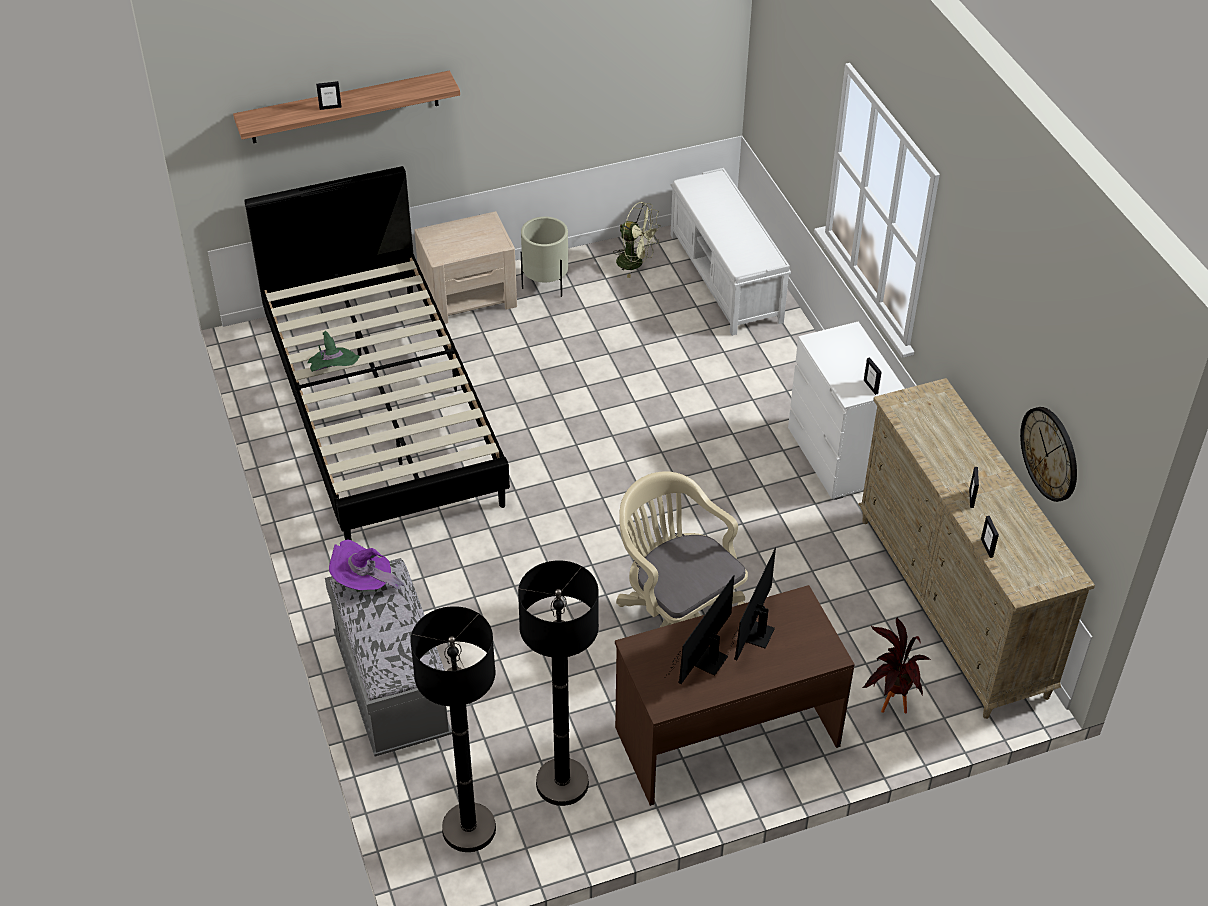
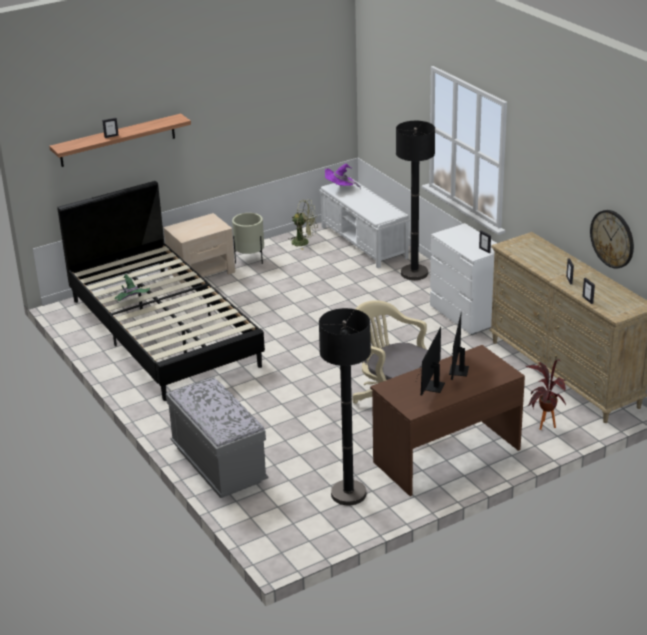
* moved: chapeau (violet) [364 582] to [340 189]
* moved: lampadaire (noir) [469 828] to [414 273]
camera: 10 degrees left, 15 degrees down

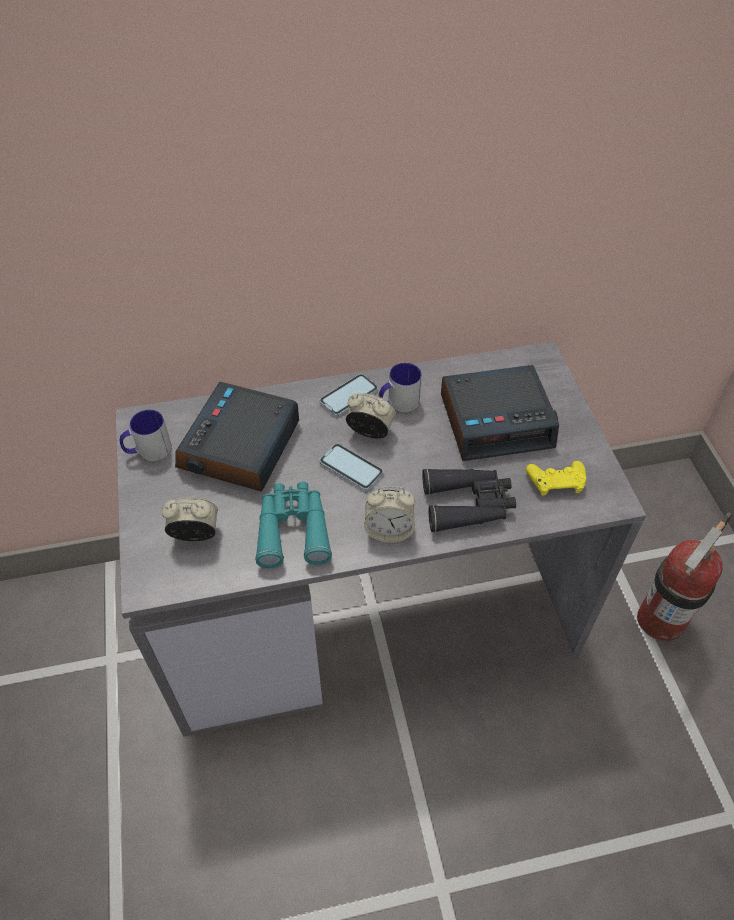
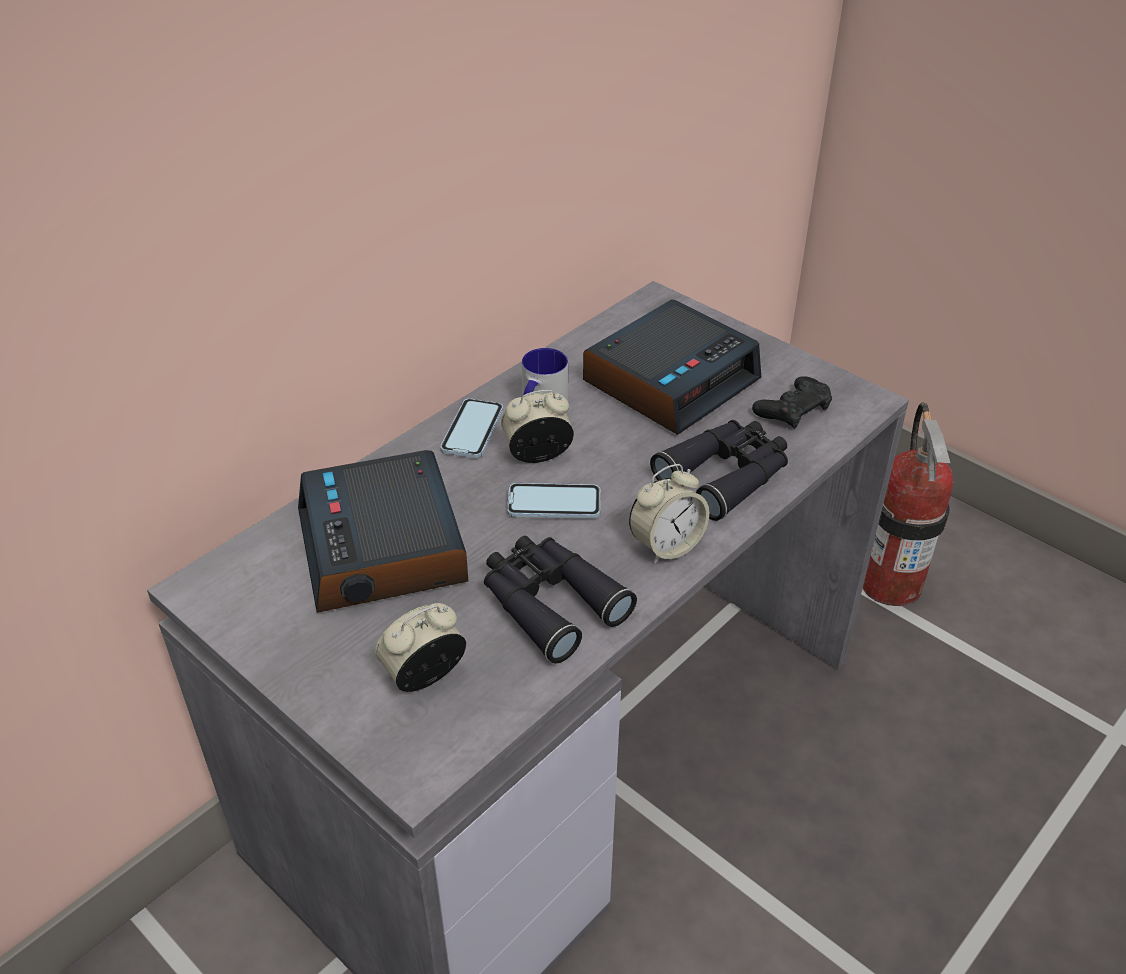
* removed: mug [148 450]
* recoloured: manette (jaune) [556 481] to manette (noir) [793 410]
* recoloured: jumelles (turquoise) [293 529] to jumelles (noir) [549 603]
camera: 35 degrees left, 10 degrees down

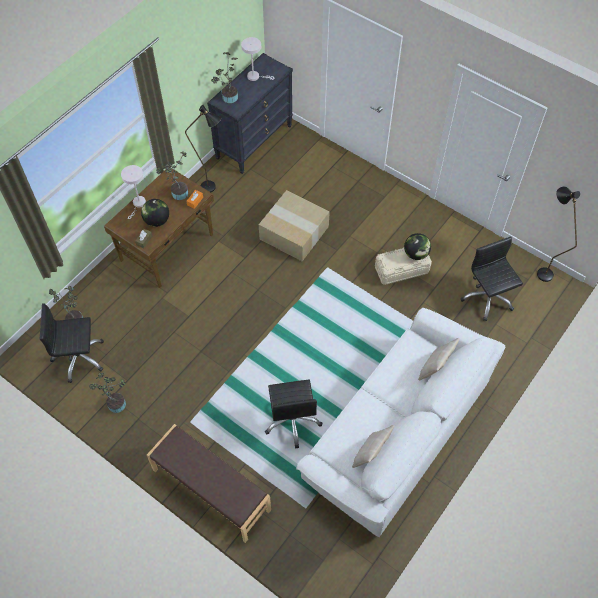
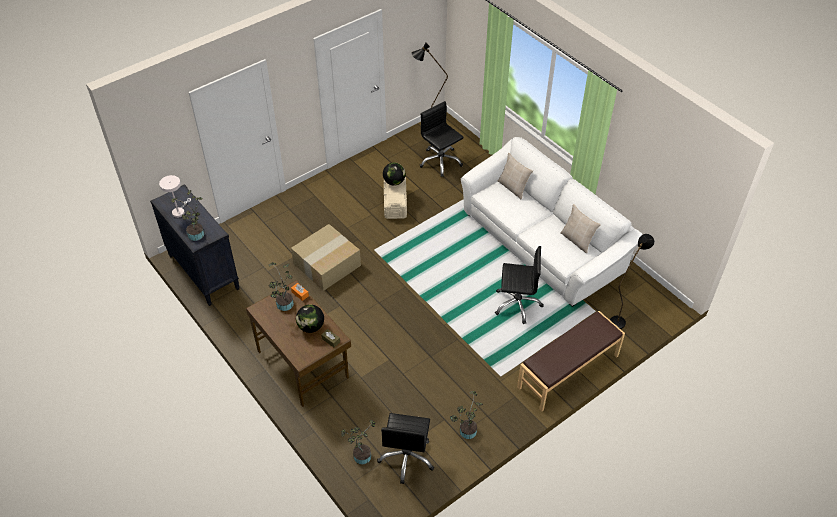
* moved: lampadaire (noir) [213 188] to [620 318]
* removed: lampe de table (blanc) [138 204]
* turned: chaise de bureau (noir) [487 298] = [440 161] 60 degrees clockwise
camera: 75 degrees left, 10 degrees down

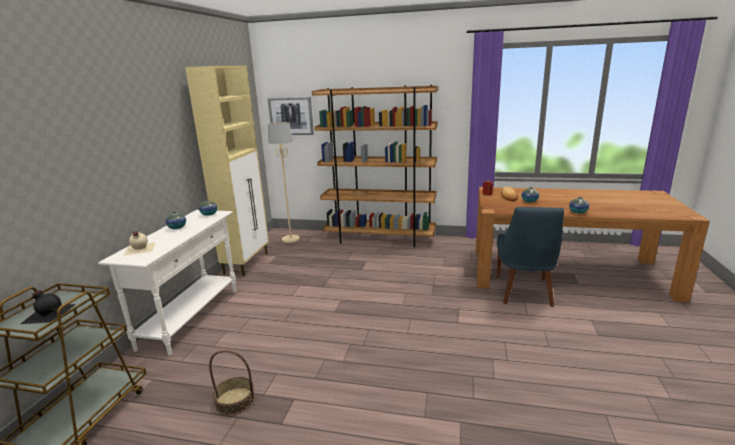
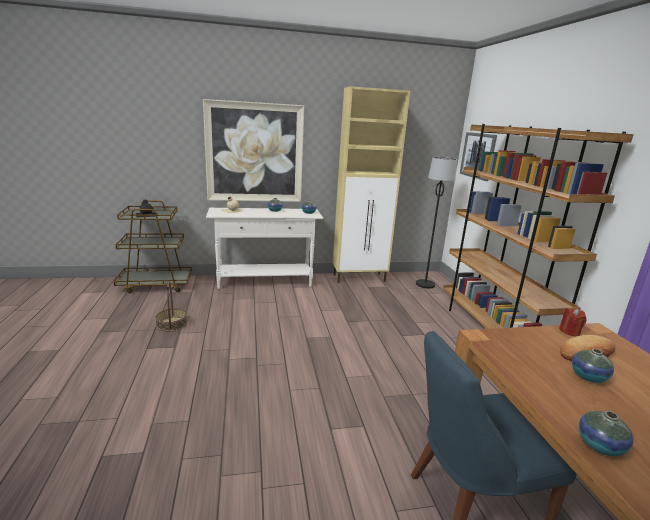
* recoloured: lampadaire (beige) [291 239] to lampadaire (noir) [425 284]
* added: tableau [254 153]
camera: 65 degrees right, 0 degrees up

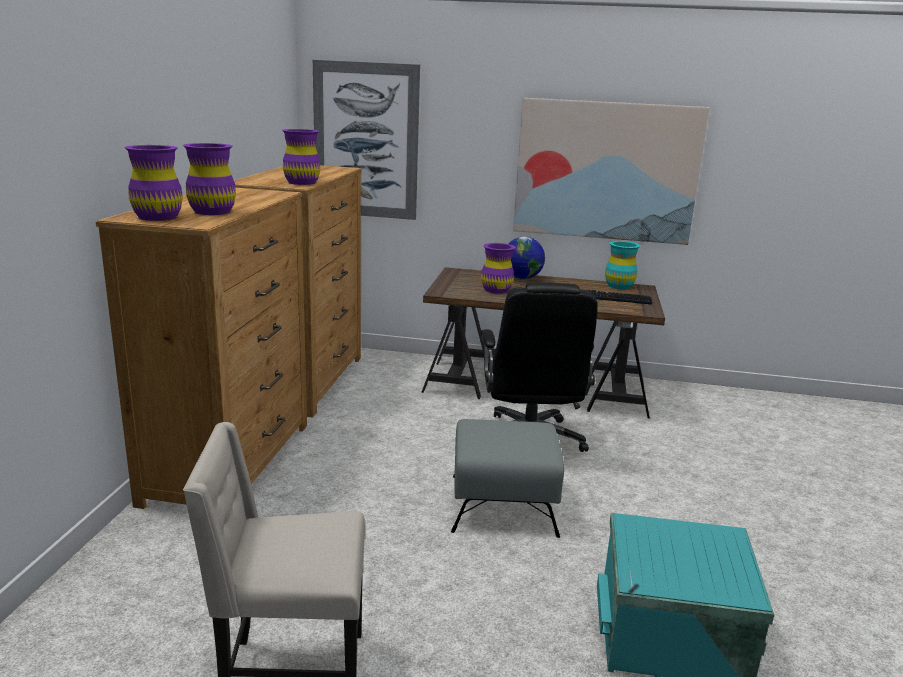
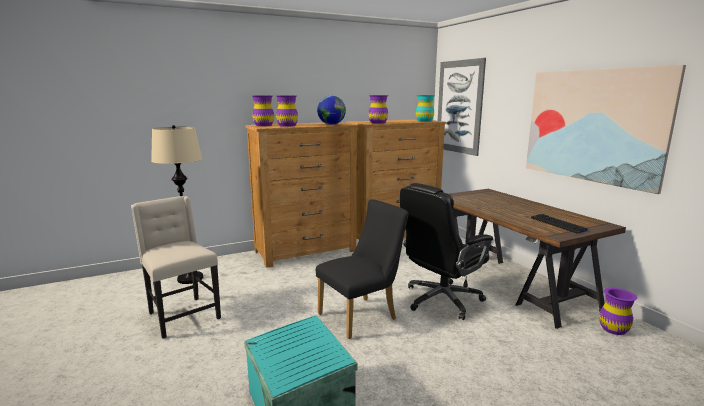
* moved: globe [522 278] to [331 124]
* moved: vase (turquoise) [619 286] to [424 121]
* moved: vase (violet) [496 290] to [613 329]
* replaced: pouf (gris) [504 505] to chaise (noir) [362 315]
* added: lampadaire (beige) [190 278]
camera: 55 degrees right, 5 degrees down

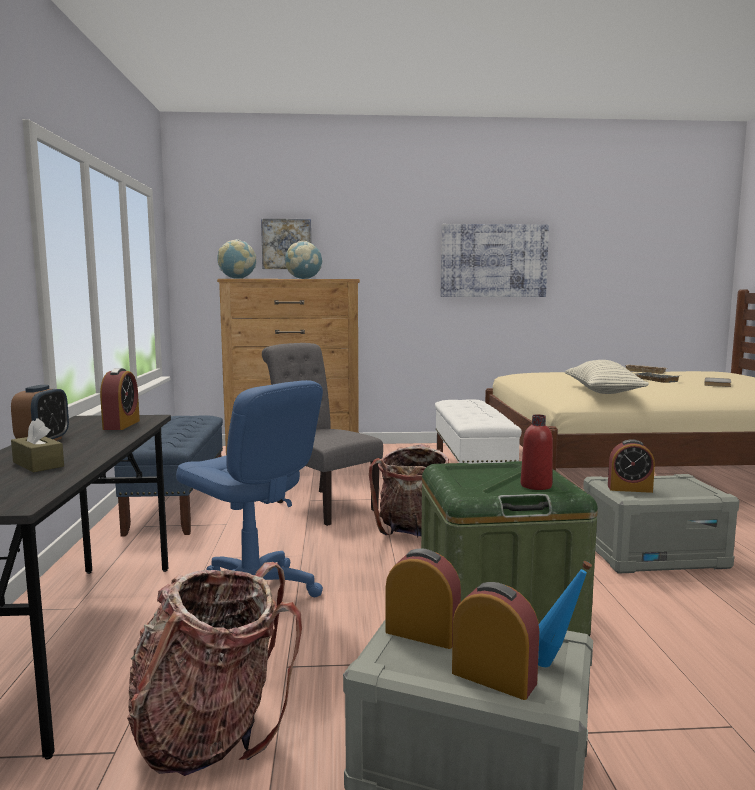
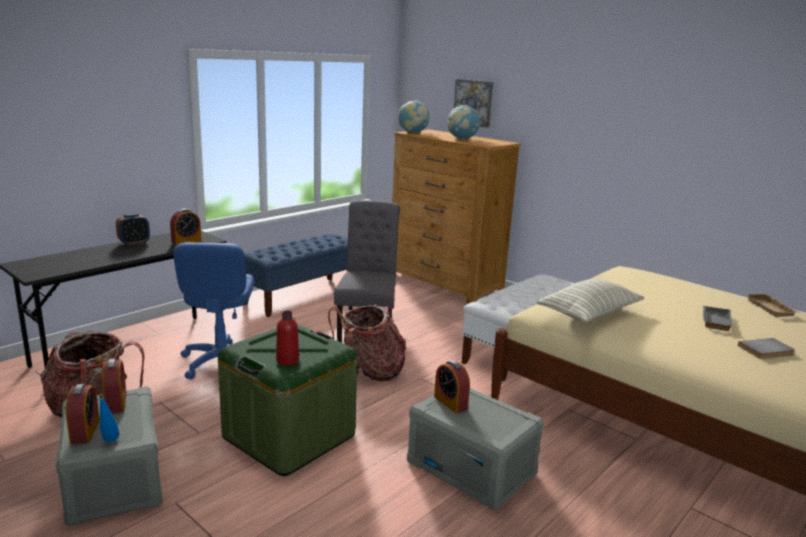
* removed: tableau [493 261]
* removed: boîte à mouchoirs (marron) [38 464]
camera: 45 degrees right, 10 degrees up

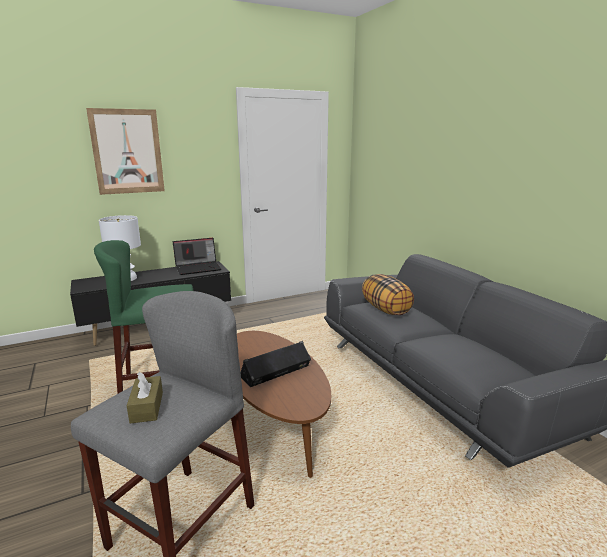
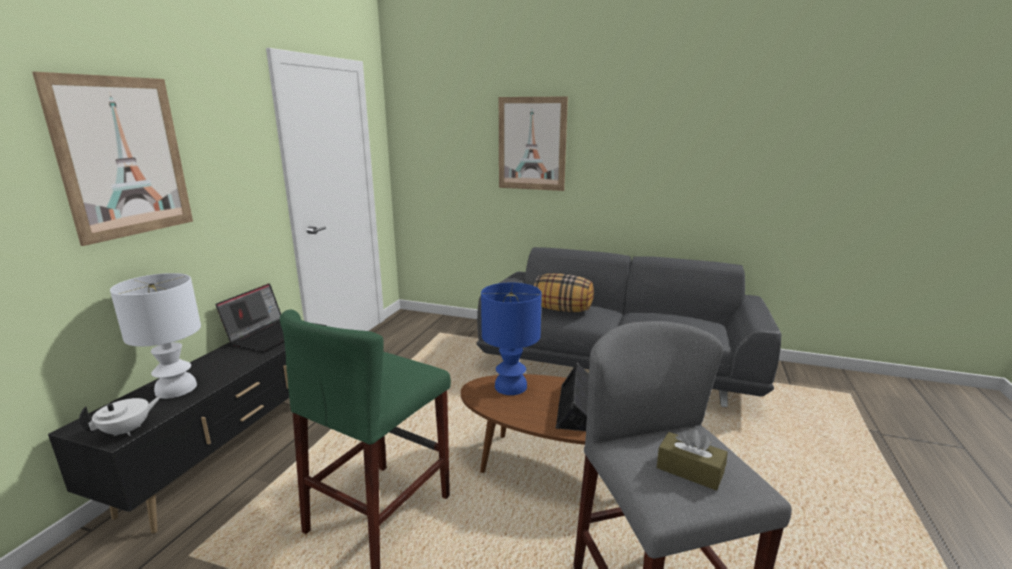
* added: tableau [532 144]
* added: lampe de table (bleu) [510 386]
* added: théière (blanc) [127 431]
camera: 45 degrees left, 0 degrees up

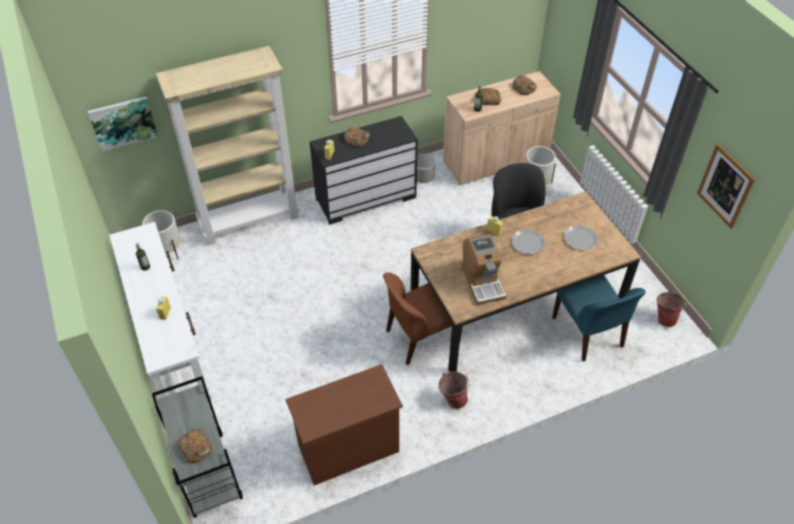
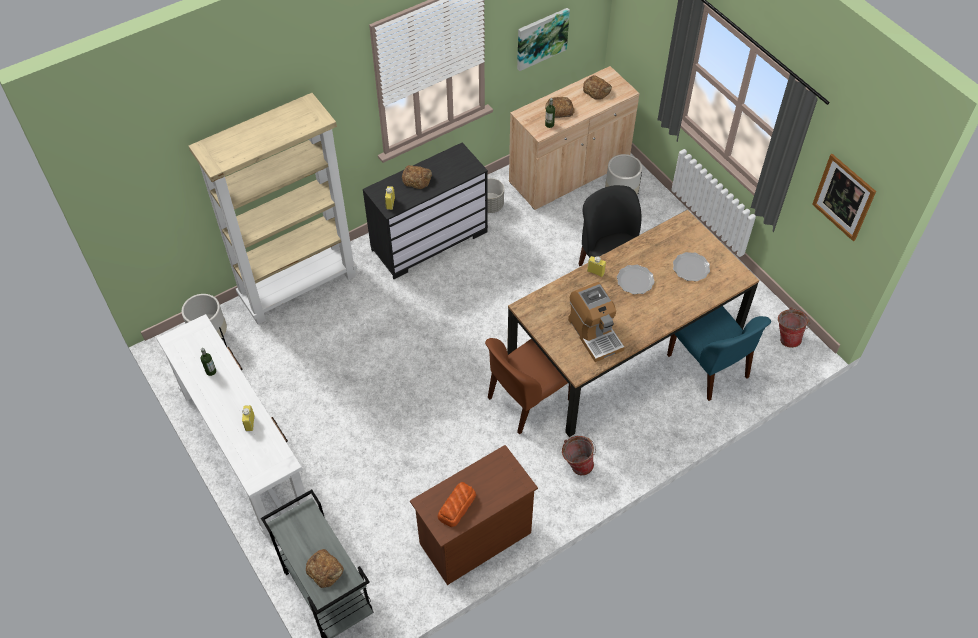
* moved: tableau [123 122] to [541 38]
* added: pain [456 506]
camera: 10 degrees left, 5 degrees up

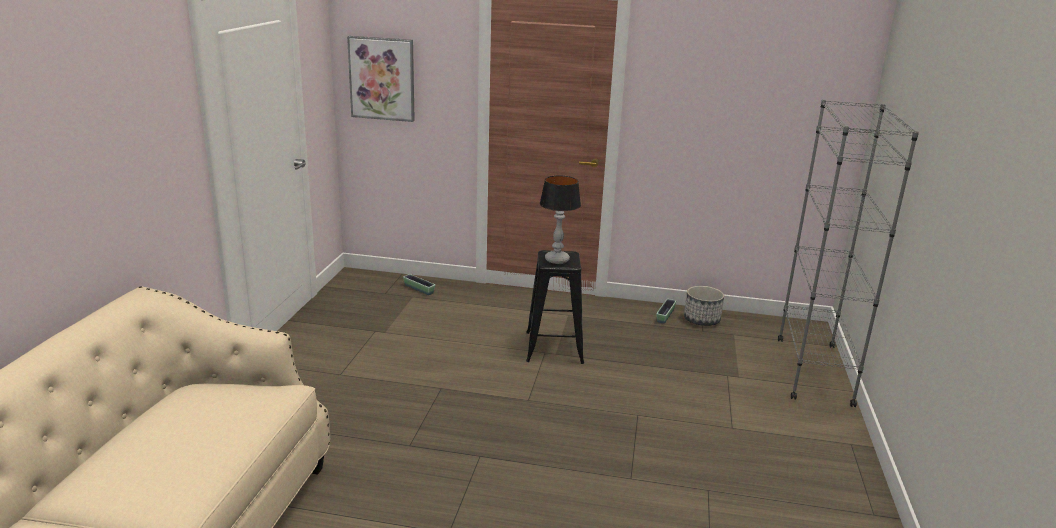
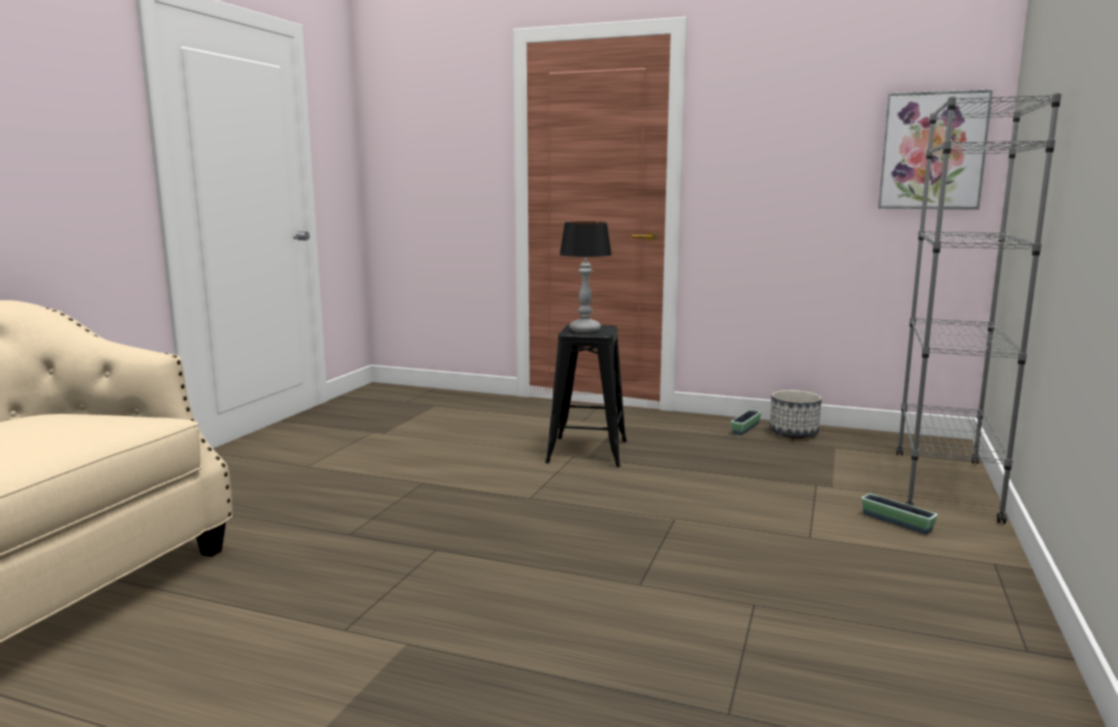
* moved: tableau [382 78] to [932 151]
* moved: cache-pot [419 289] to [896 522]
camera: 10 degrees right, 10 degrees down

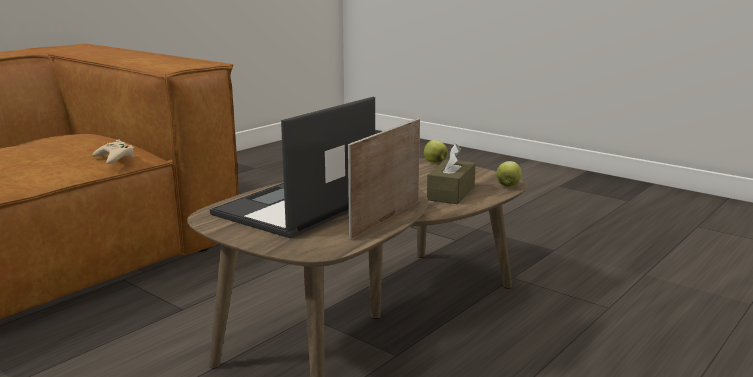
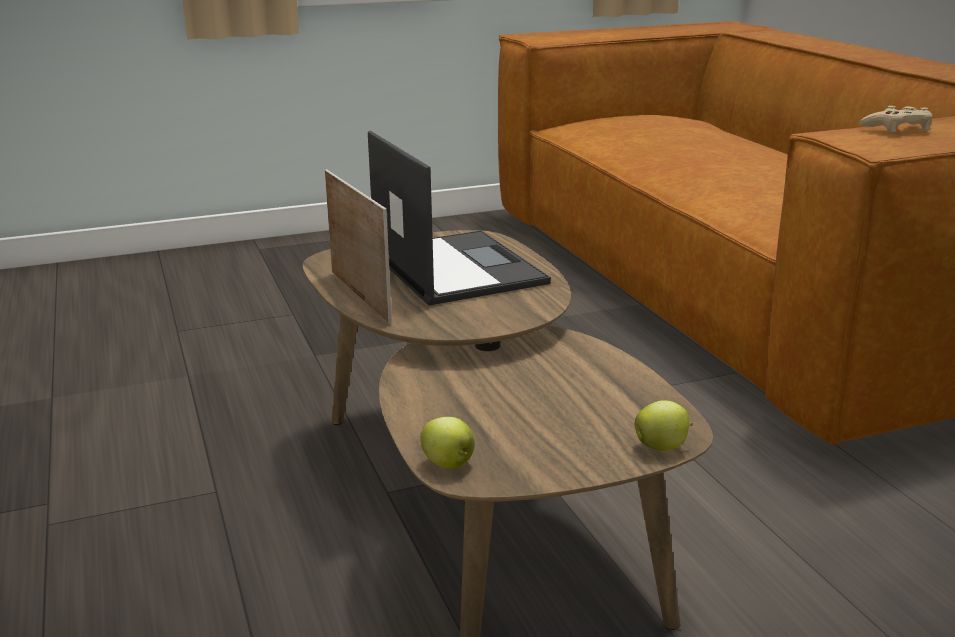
* moved: manette (beige) [115 157] to [898 128]
* removed: boîte à mouchoirs (marron) [451 193]
camera: 120 degrees right, 5 degrees up

